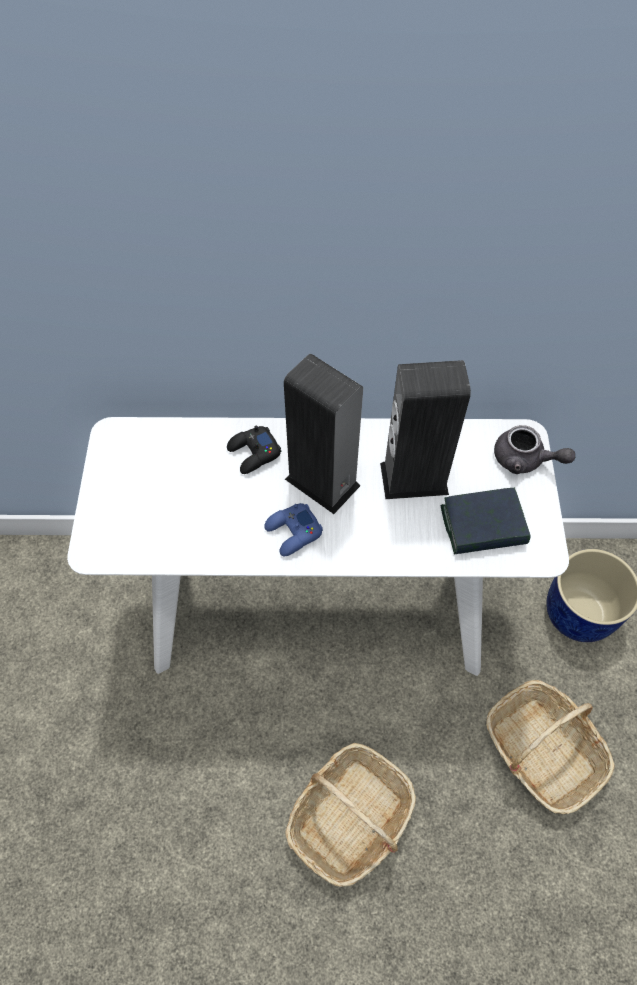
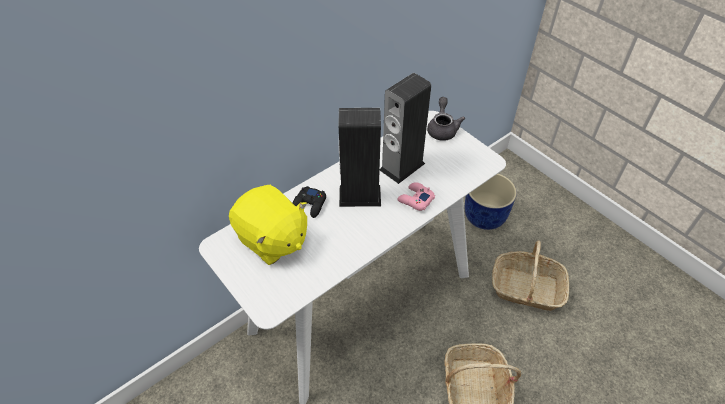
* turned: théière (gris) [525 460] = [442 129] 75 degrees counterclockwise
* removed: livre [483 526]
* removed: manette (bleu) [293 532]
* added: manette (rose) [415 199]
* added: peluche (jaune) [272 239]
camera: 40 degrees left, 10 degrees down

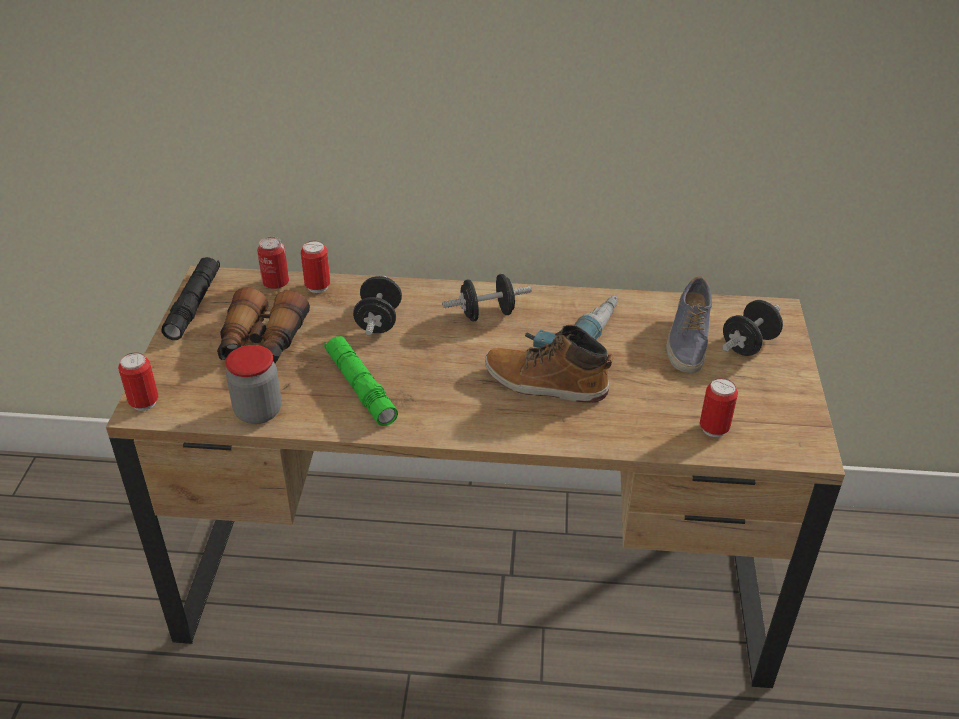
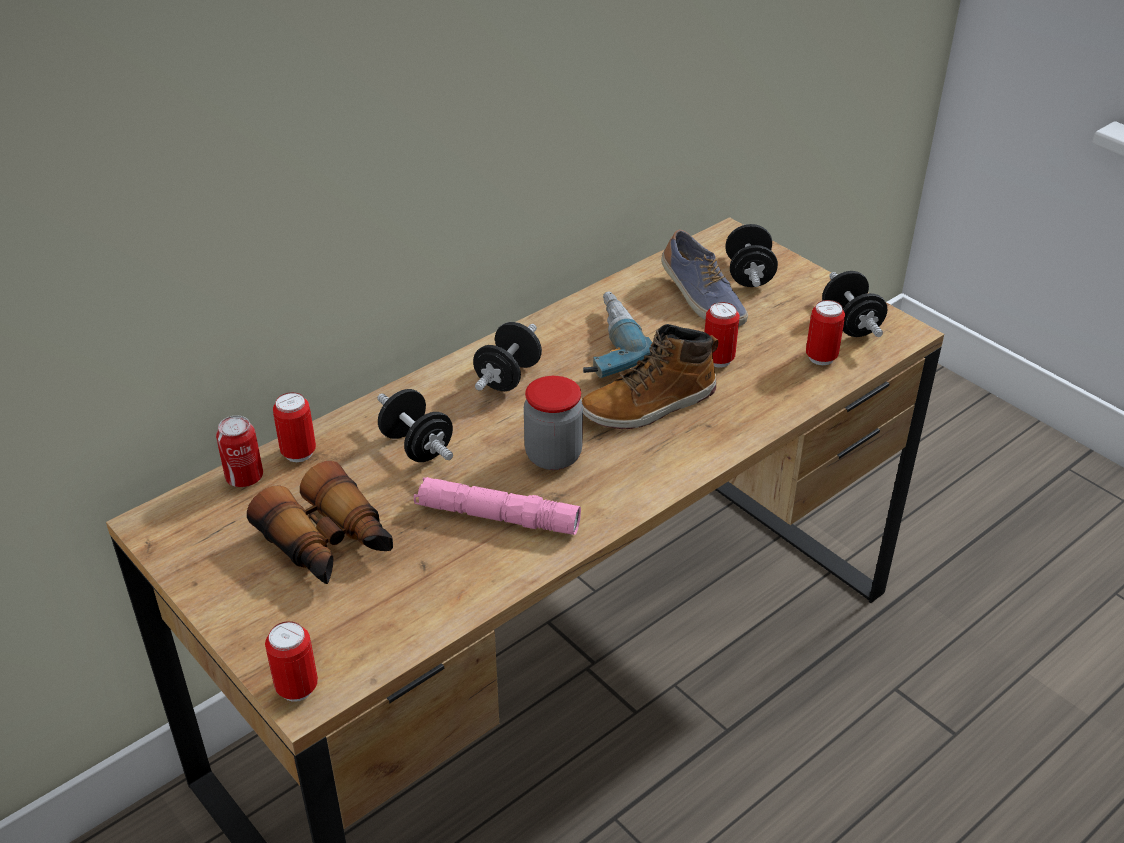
* removed: lampe de poche (noir) [193 305]
* recoloured: lampe de poche (vert) [360 387] to lampe de poche (rose) [497 516]
* moved: bocal [258 412] to [553 456]
* added: haltère (noir) [850 324]
* added: boîte métallique [718 359]
camera: 45 degrees left, 0 degrees up

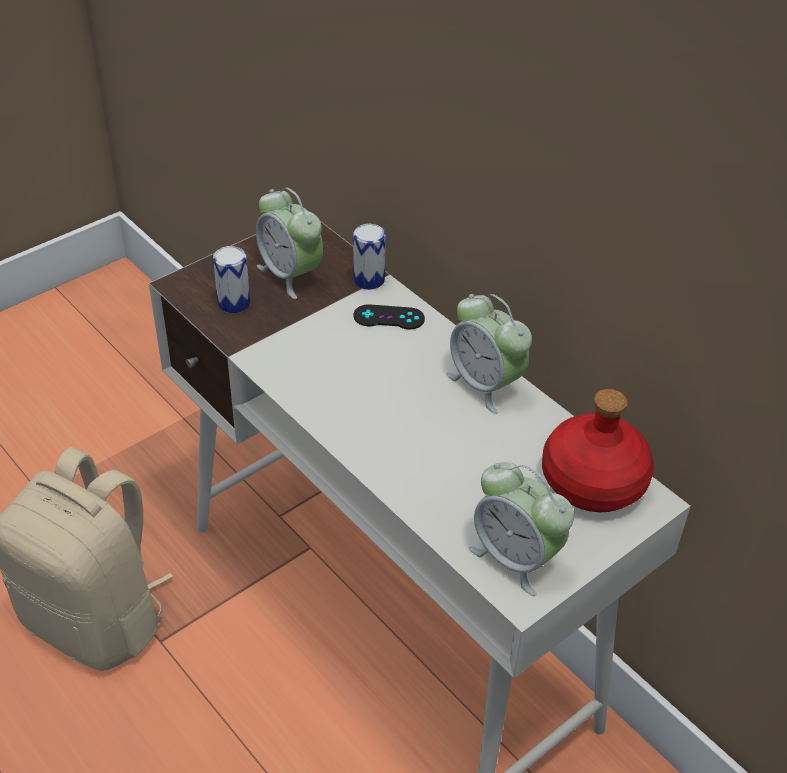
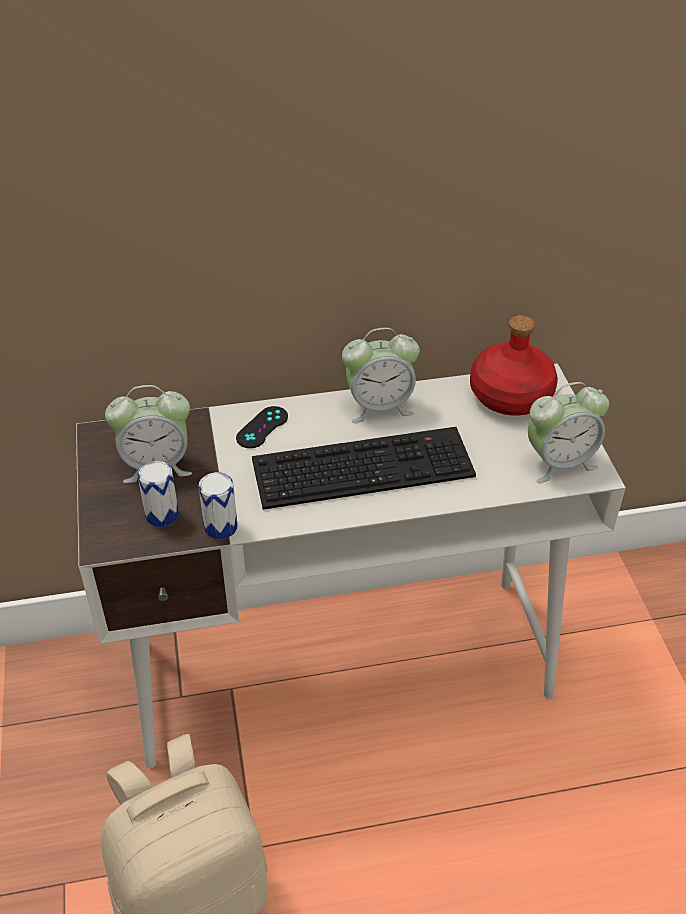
* moved: boîte métallique [369 280] to [220 527]
* added: clavier [364 466]
camera: 60 degrees left, 0 degrees up

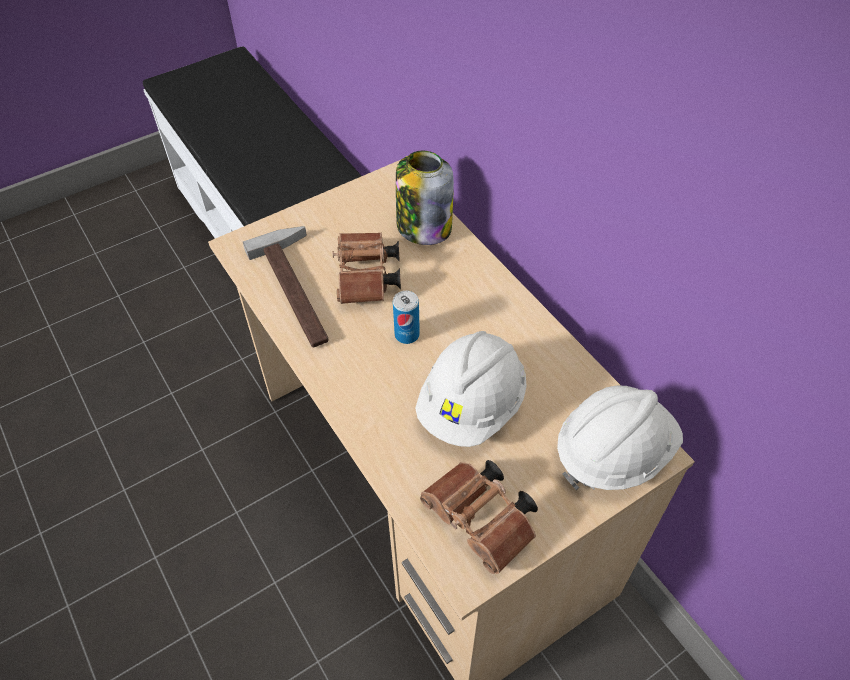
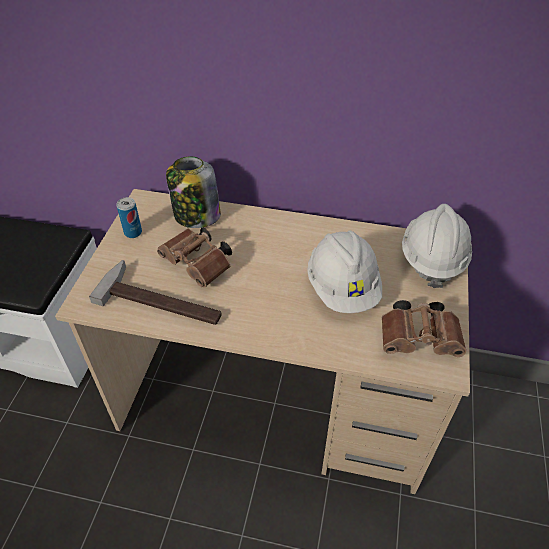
* moved: boîte métallique [407 335] to [133 232]
camera: 45 degrees left, 5 degrees down

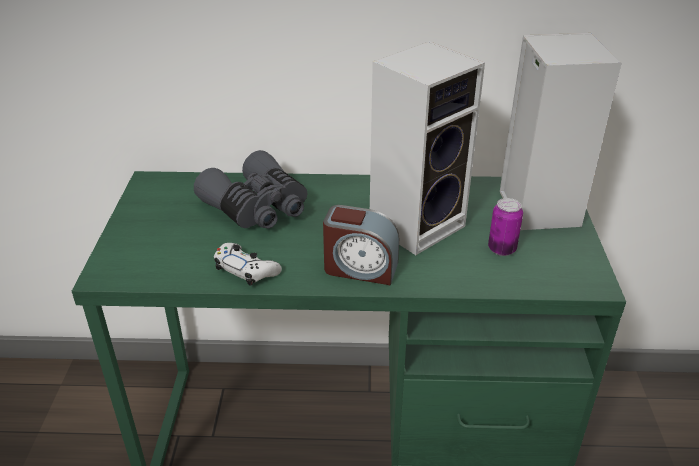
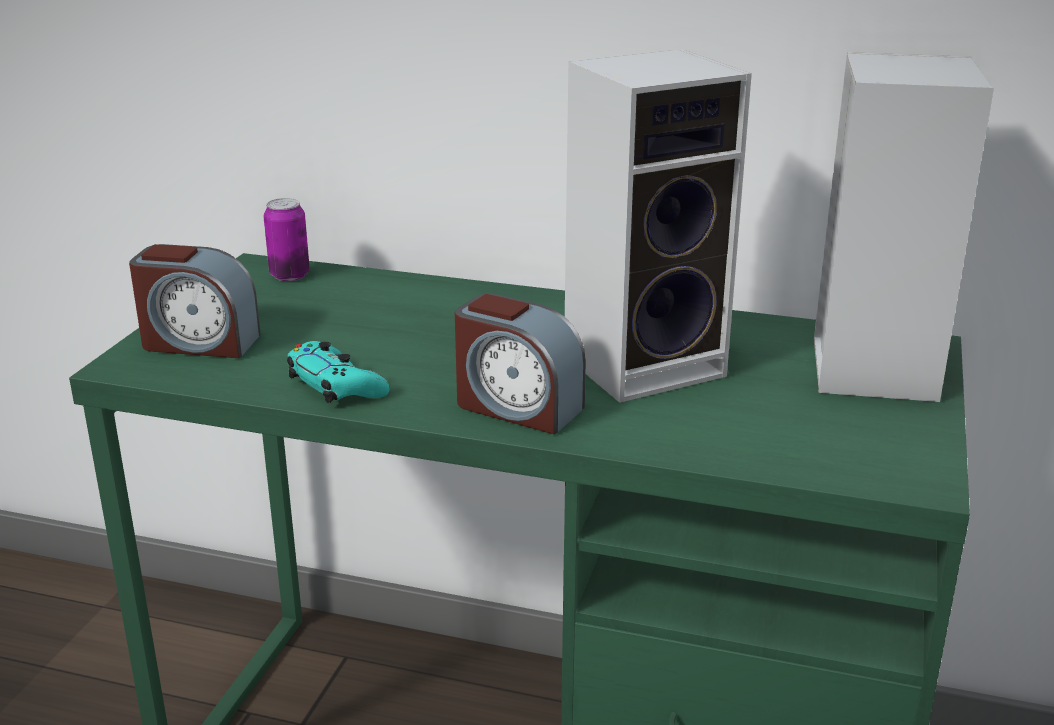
* removed: jumelles (gris) [258 208]
* moved: boîte métallique [502 249] to [289 275]
* recoloured: manette (blanc) [246 270] to manette (turquoise) [336 386]
* added: réveil [199 342]
camera: 15 degrees right, 10 degrees down

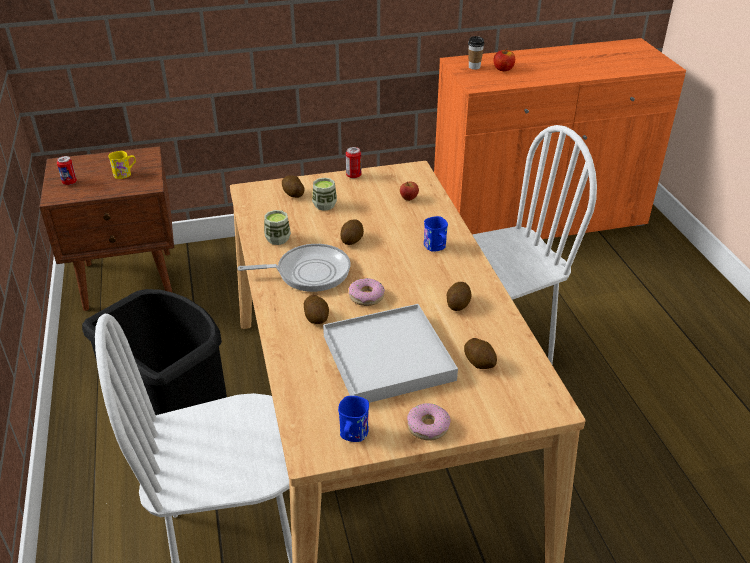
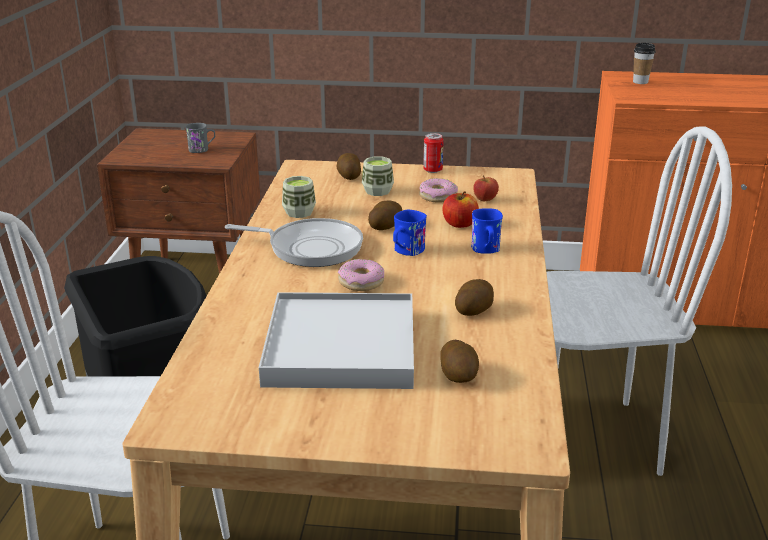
* moved: pomme [503 69] to [459 224]
* recoloured: mug (jaune) [125 174] to mug (gris) [202 149]
* removed: boîte métallique [69 182]
* removed: pomme de terre [317 318]
* moved: mug (bleu) [352 435] to [406 251]
* moved: beignet [428 426] to [438 196]
camera: 20 degrees right, 10 degrees down

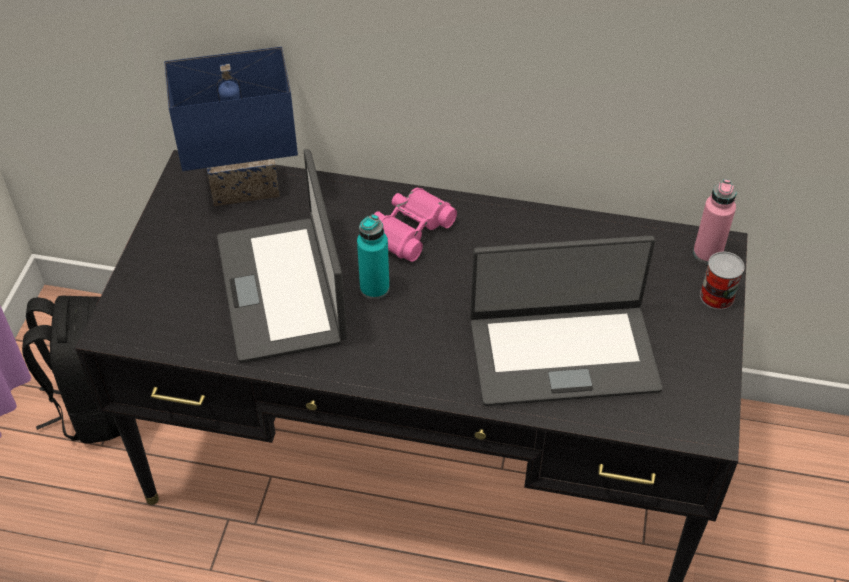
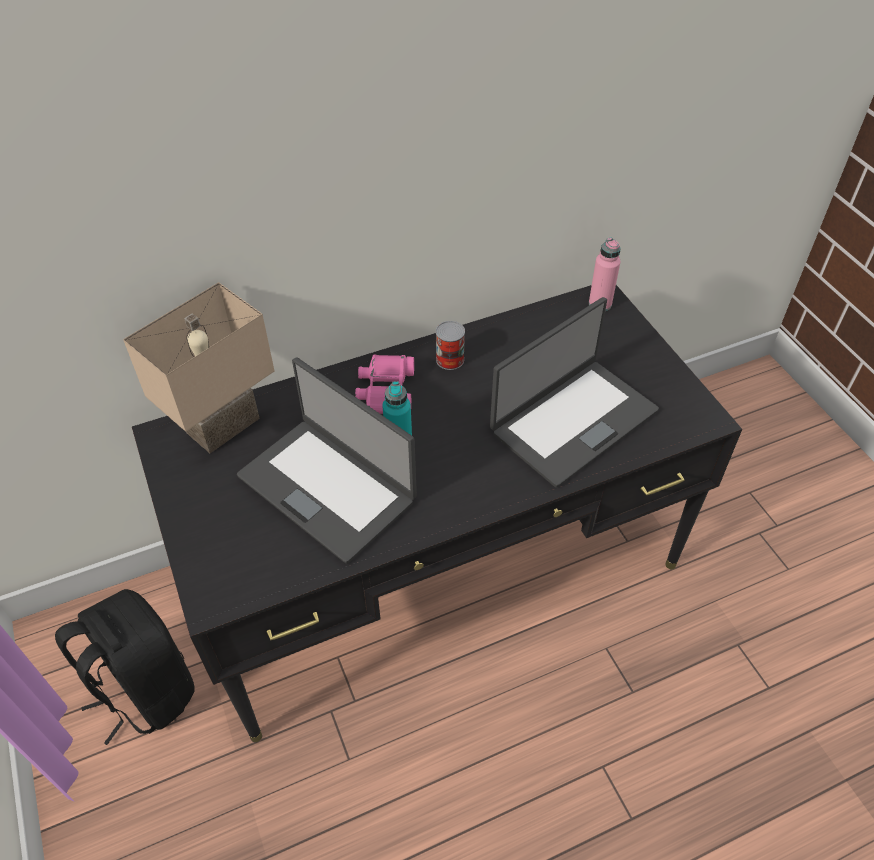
* recoloured: lampe de table (bleu) [244 190] to lampe de table (beige) [224 428]
* moved: boîte métallique [717 296] to [450 359]
camera: 35 degrees left, 0 degrees up

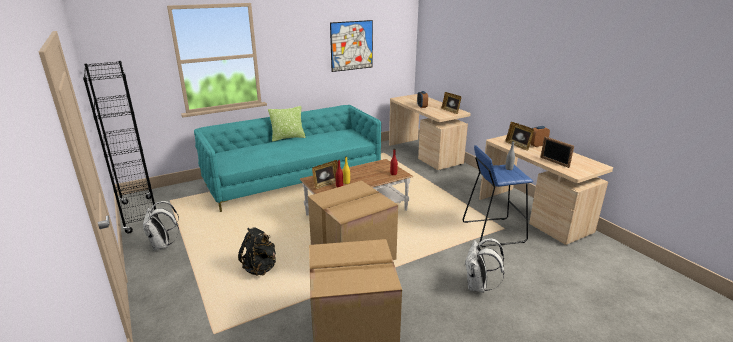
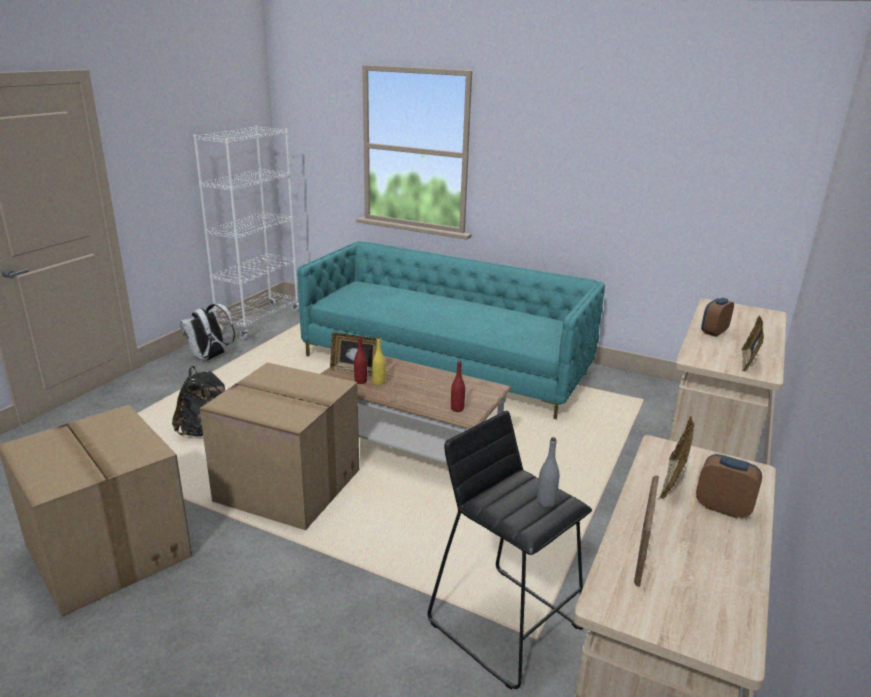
* removed: tableau [351 45]
* recoloured: bibliothèque (noir) [140 214] to bibliothèque (blanc) [259 321]
* removed: coussin [288 138]
* recoloured: tabouret (bleu) [492 232] to tabouret (noir) [505 623]
* removed: sac à dos (blanc) [478 286]
camera: 55 degrees right, 0 degrees up

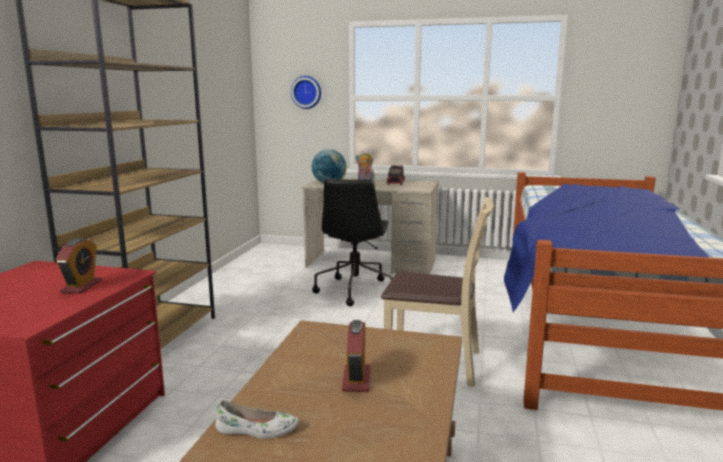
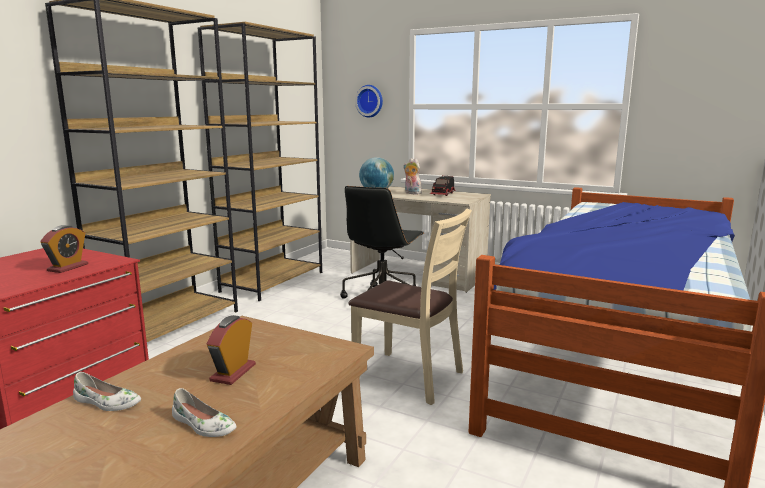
* added: bibliothèque (marron) [273 281]
* added: chaussure (blanc) [203 425]
camera: 15 degrees right, 0 degrees up

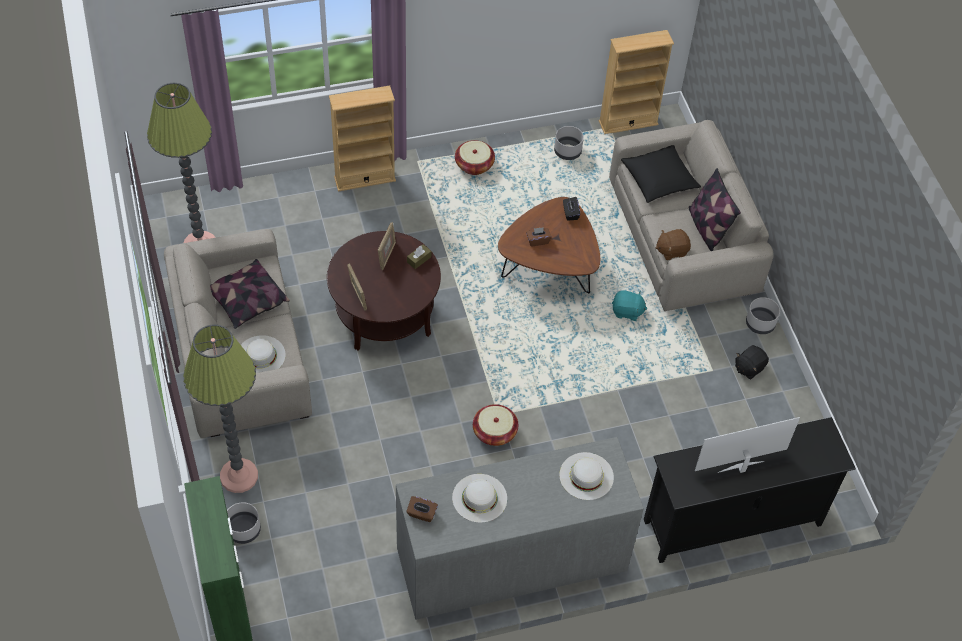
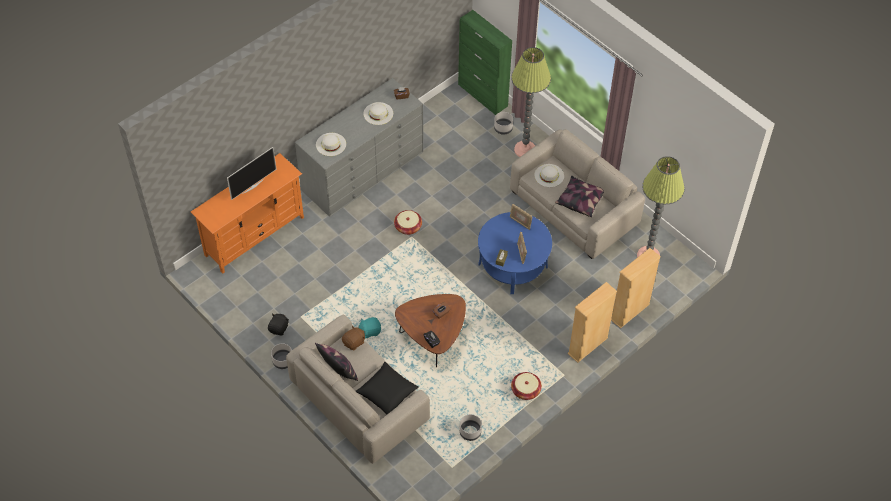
* moved: bibliothèque (beige) [628 123] to [630 312]
* recoloured: table basse (marron) [384 312] to table basse (bleu) [513 265]
* recoloured: meuble télé (noir) [732 523] to meuble télé (orange) [254 235]
camera: 155 degrees right, 0 degrees up

